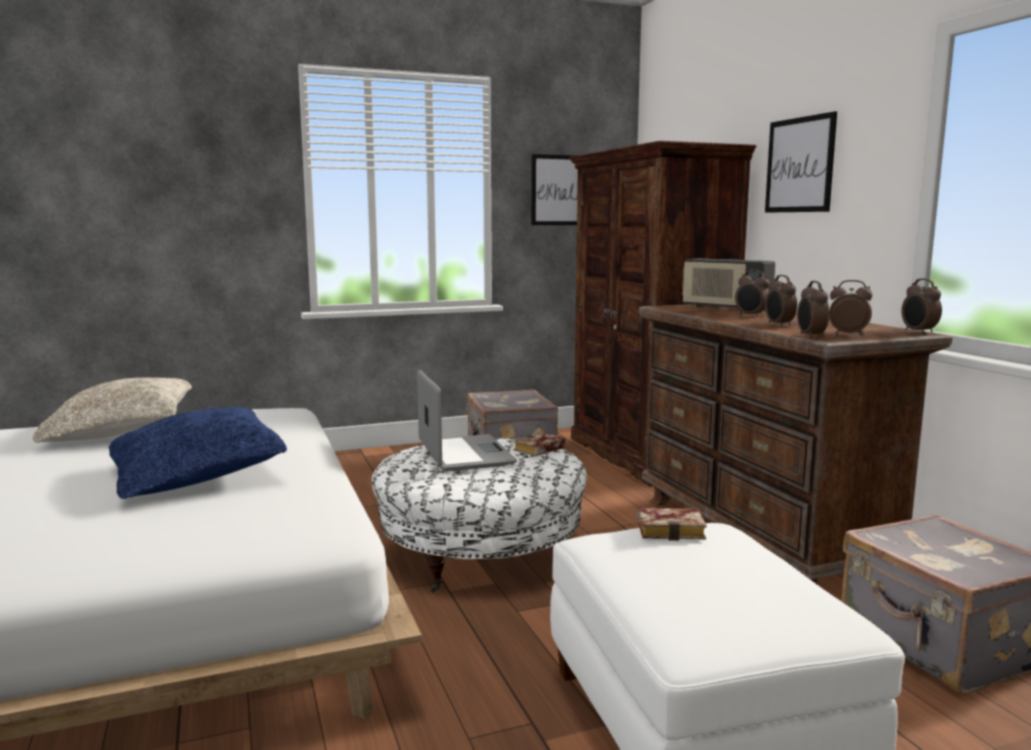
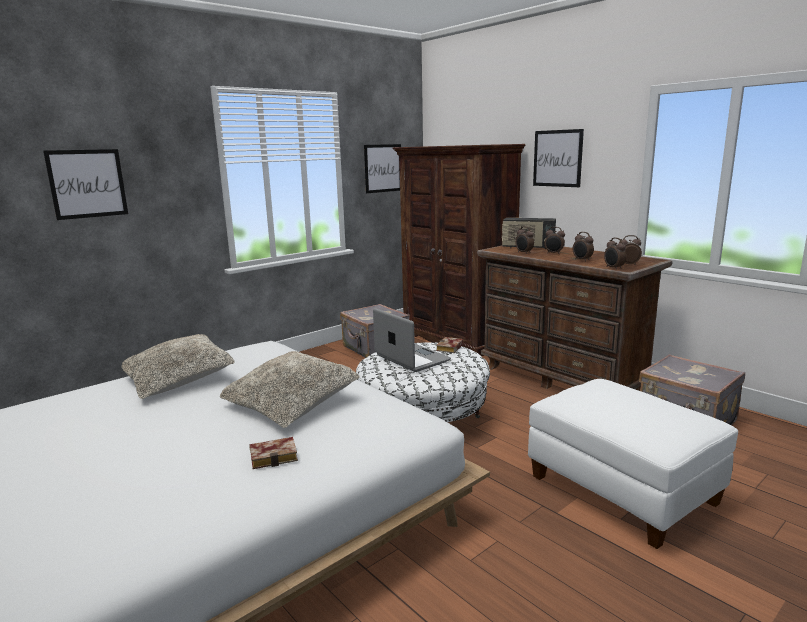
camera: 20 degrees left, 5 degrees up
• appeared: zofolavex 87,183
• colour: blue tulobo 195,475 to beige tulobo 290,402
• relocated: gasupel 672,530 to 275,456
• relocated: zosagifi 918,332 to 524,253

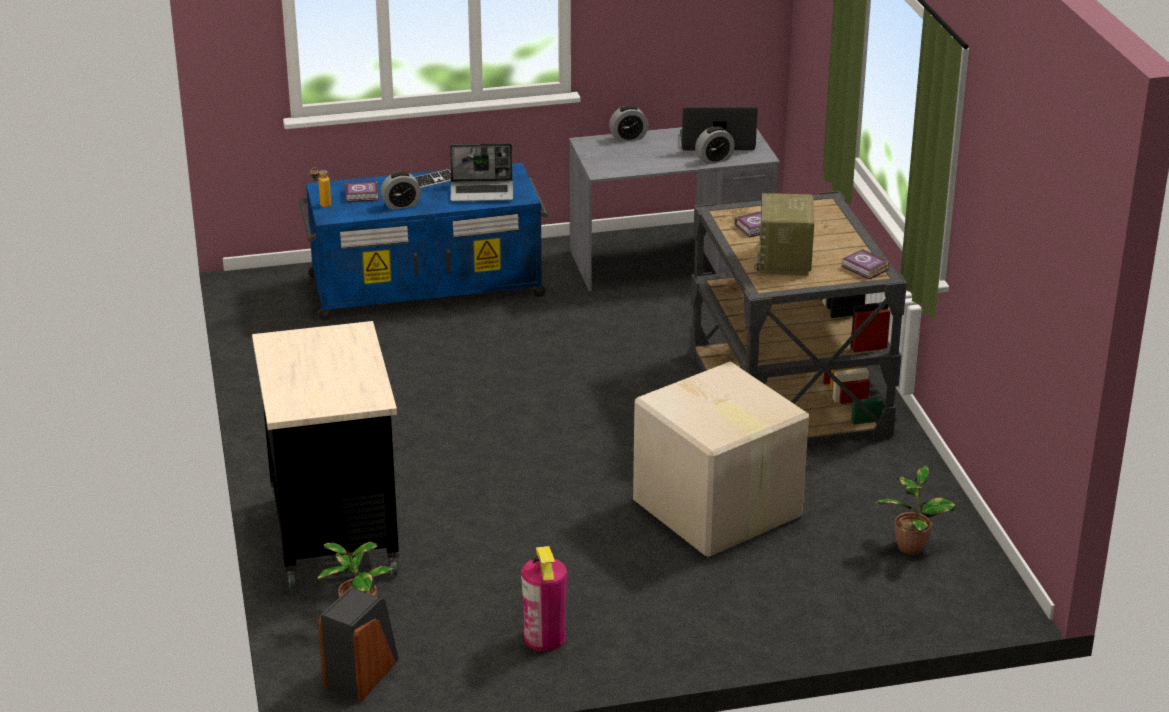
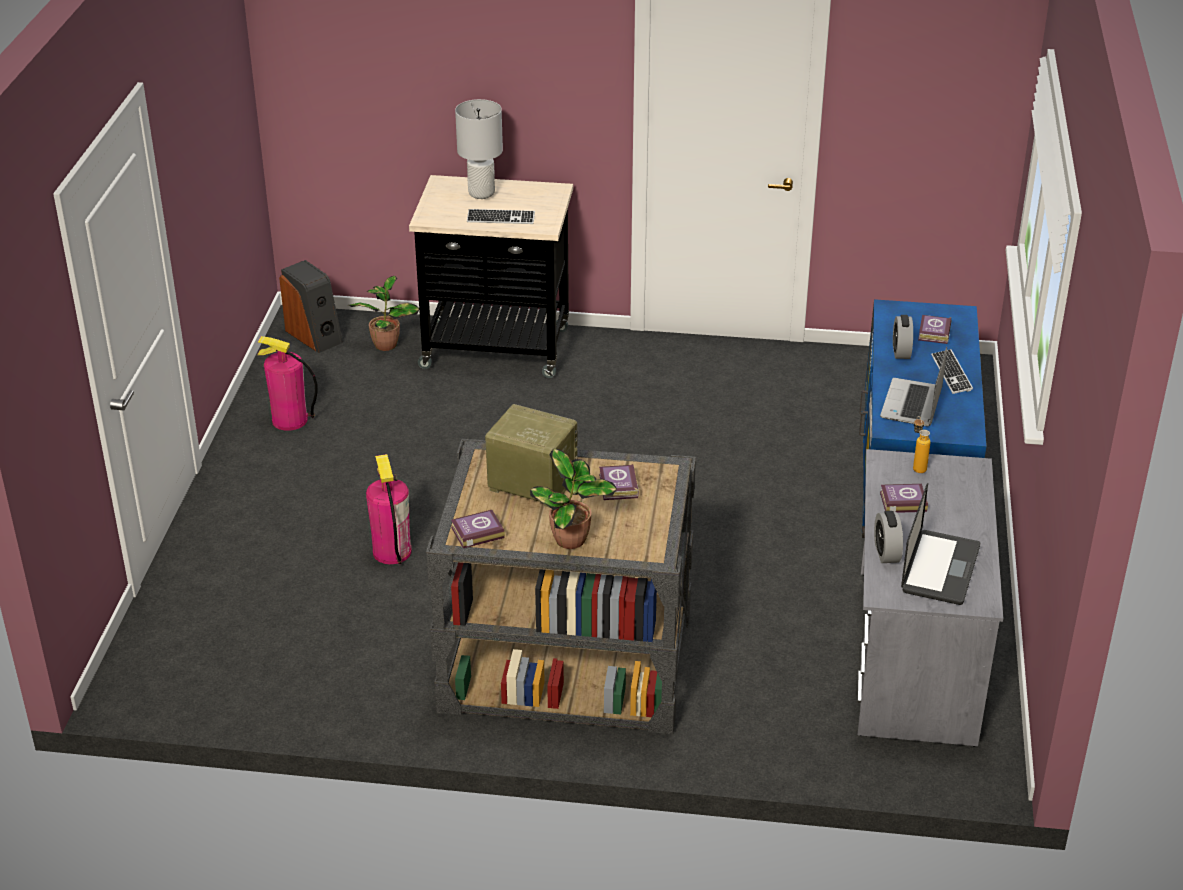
camera: 110 degrees right, 5 degrees up
• exchanged: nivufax 716,510 to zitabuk 392,552
• appeared: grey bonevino 482,195
• appeared: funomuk 500,218
• relocated: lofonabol 911,545 to 572,540
• appeared: gasupel 901,501
• relocated: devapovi 321,206 to 917,466
• missing: zosagifi 628,138

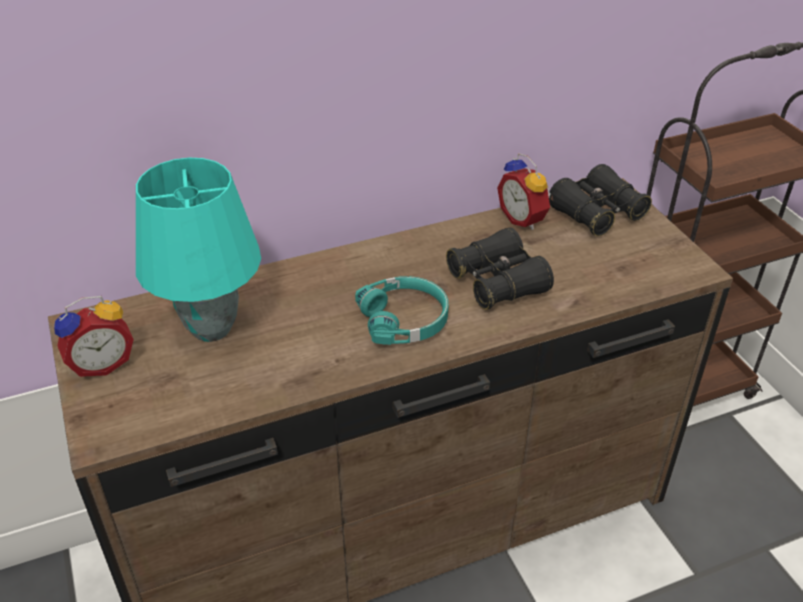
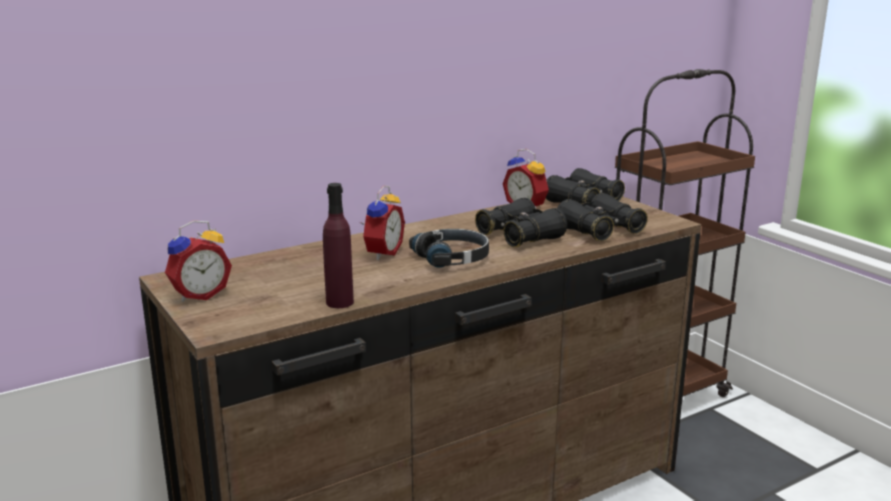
camera: 10 degrees left, 20 degrees down
• appeared: purple devapovi 339,302
• appeared: zosagifi 381,253
• colour: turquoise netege 405,319 to black netege 452,257
• appeared: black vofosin 600,231
• missing: turquoise bonevino 210,329

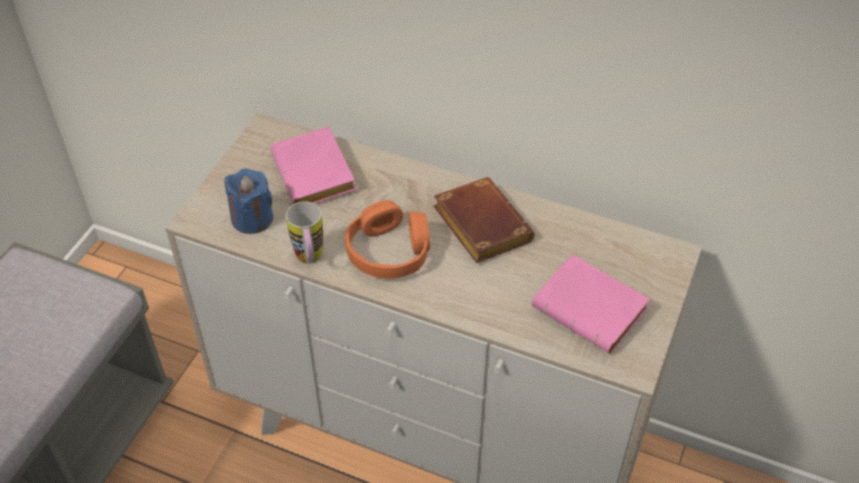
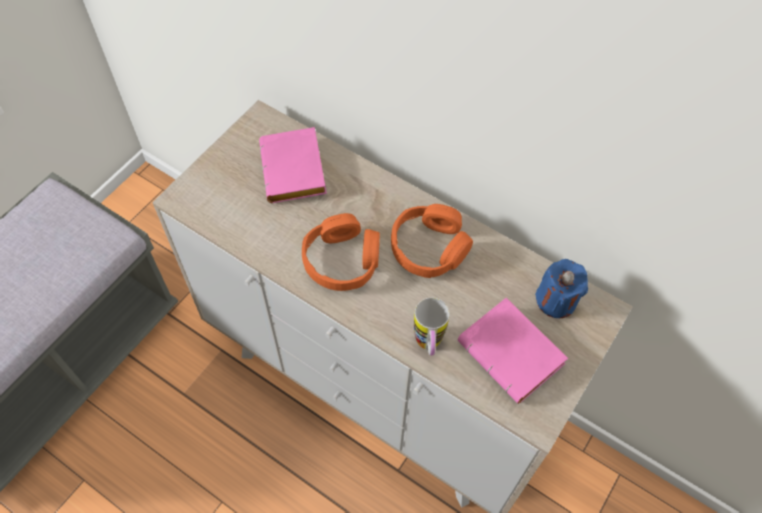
camera: 10 degrees right, 10 degrees up
• exchanged: brown gasupel 478,225 to orange netege 429,248
• relocated: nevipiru 310,261 to 428,346
• relocated: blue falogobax 252,218 to 556,300

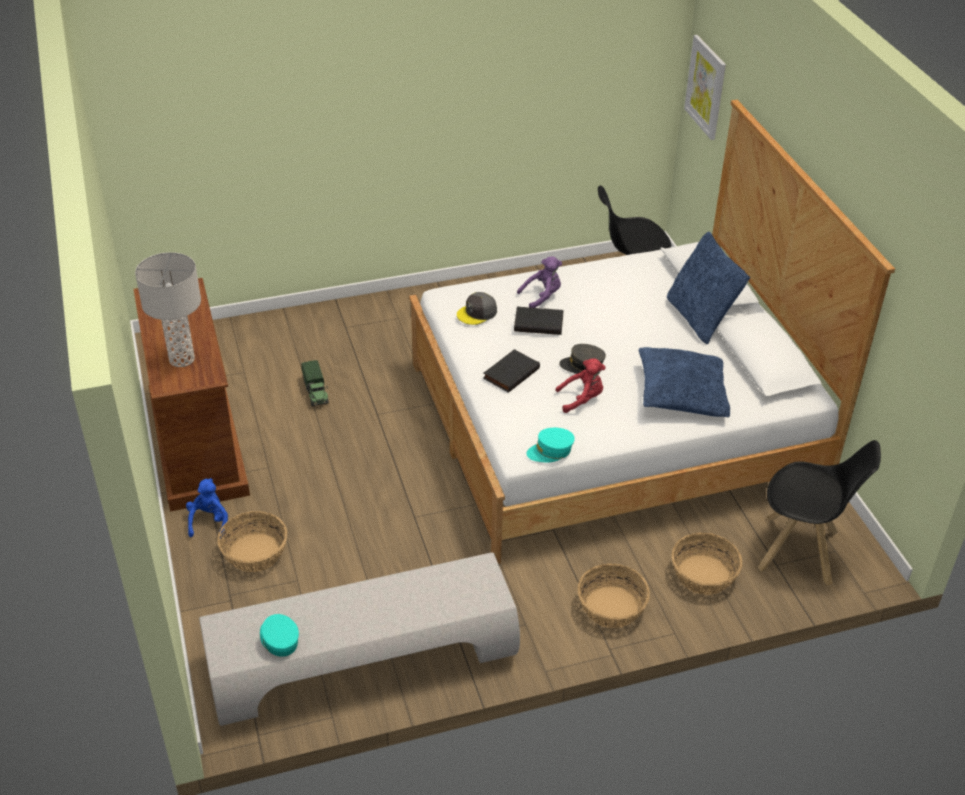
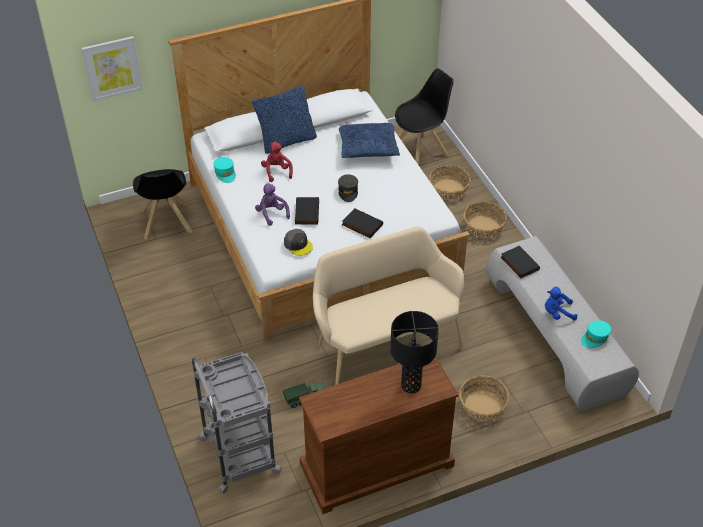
camera: 95 degrees left, 5 degrees up
• appeared: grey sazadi 240,455
• relocated: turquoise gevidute 550,451 to 225,173
• relocated: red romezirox 582,399 to 277,171
• appeared: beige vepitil 385,343
• colour: white bonevino 181,359 to black bonevino 411,385
• spun: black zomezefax 801,551 = 420,151 45 degrees clockwise
• appeared: black gasupel 518,263
• relocated: blue romezirox 209,522 to 557,313

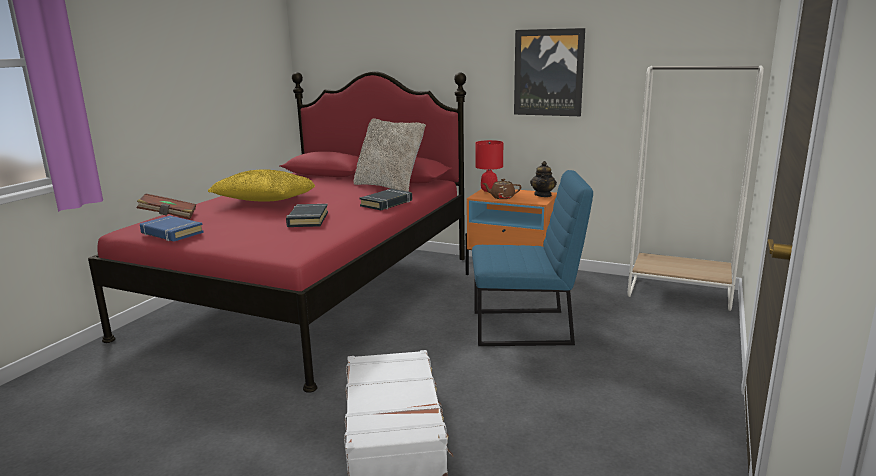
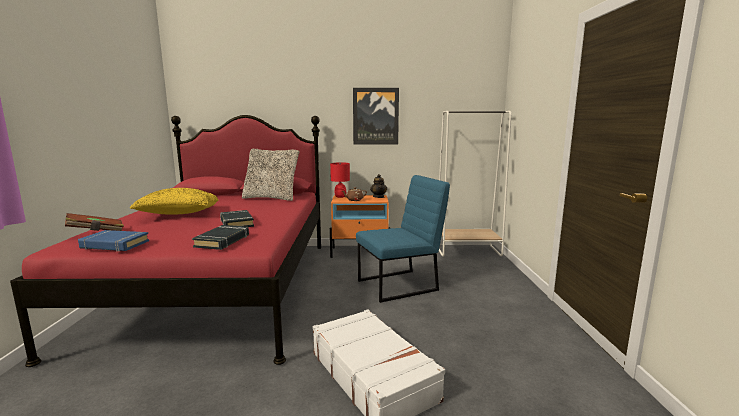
camera: 25 degrees left, 5 degrees down
• relocated: black gasupel 387,203 to 223,241

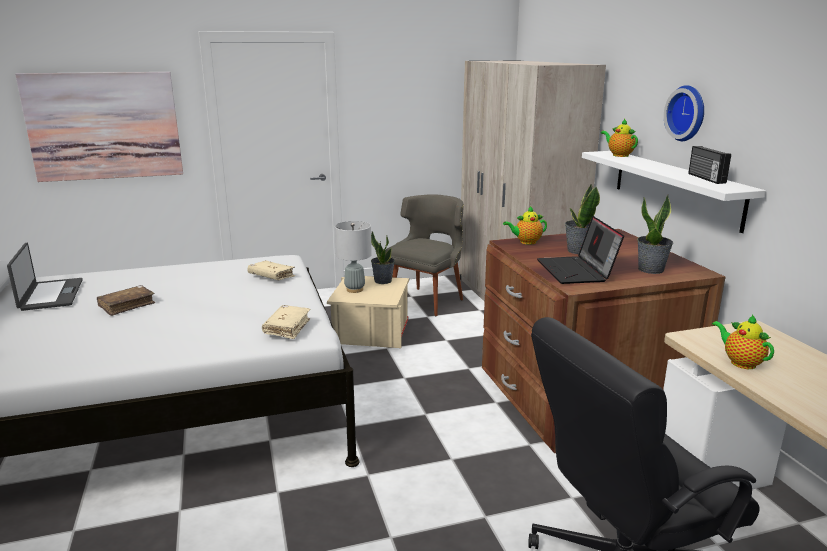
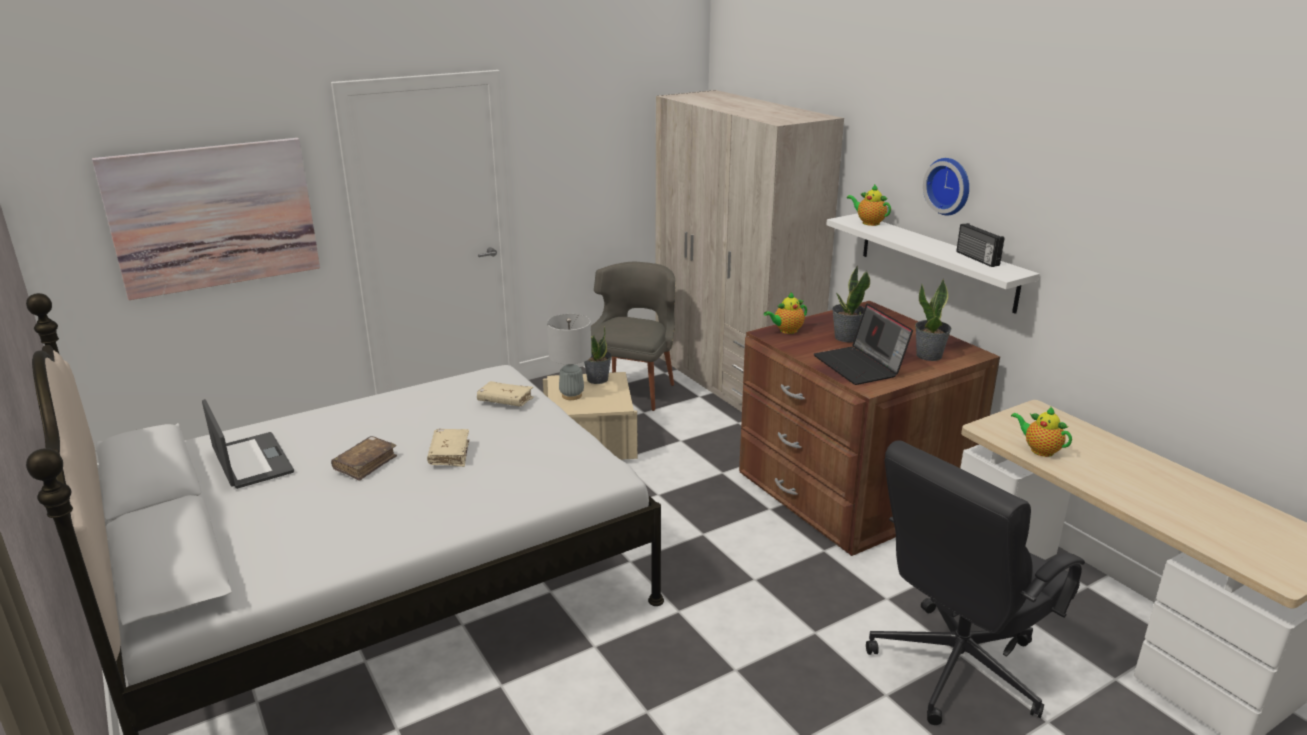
camera: 15 degrees left, 5 degrees up
• relocated: beige gasupel 287,328 to 449,454

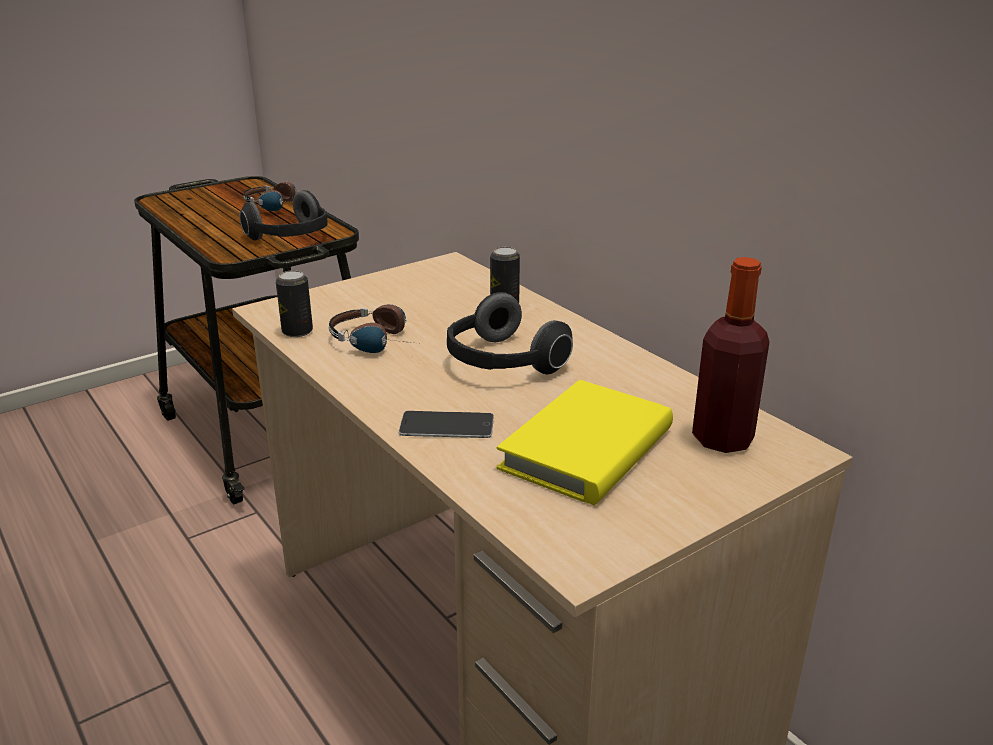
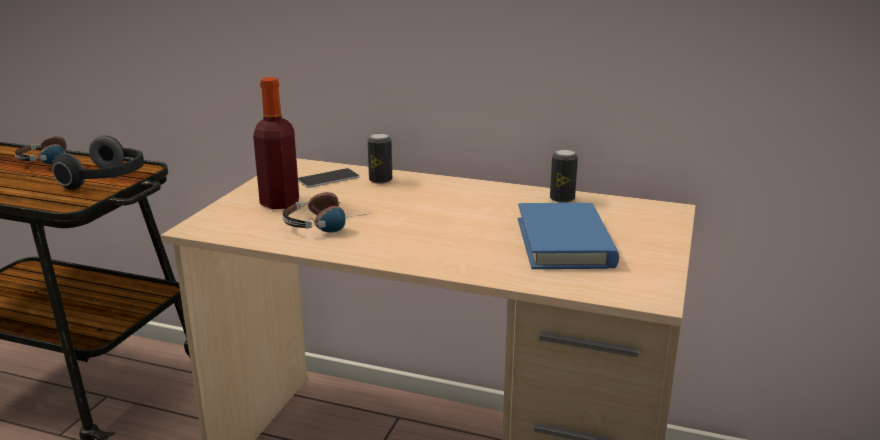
camera: 35 degrees left, 5 degrees down
• relocated: devapovi 722,439 to 280,203
• relocated: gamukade 446,425 to 328,178
• colour: yellow gasupel 587,449 to blue gasupel 564,242
• relocated: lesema 297,331 to 562,199
• missing: netege 501,363

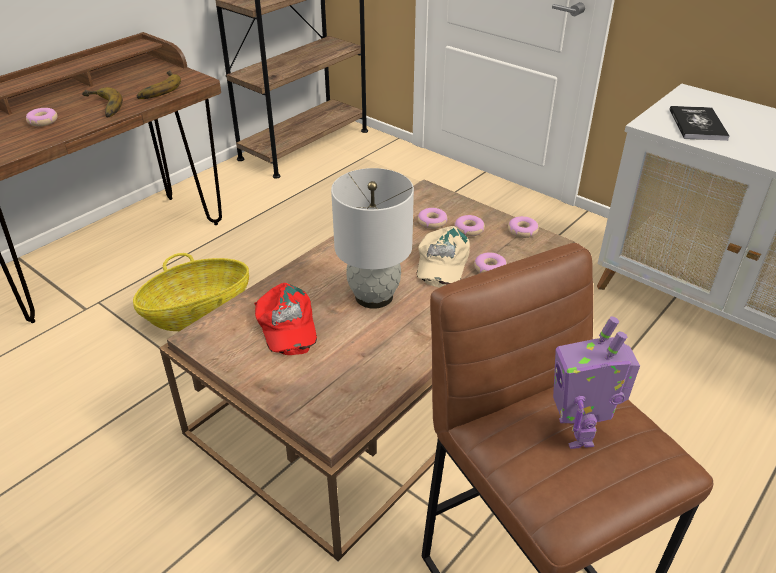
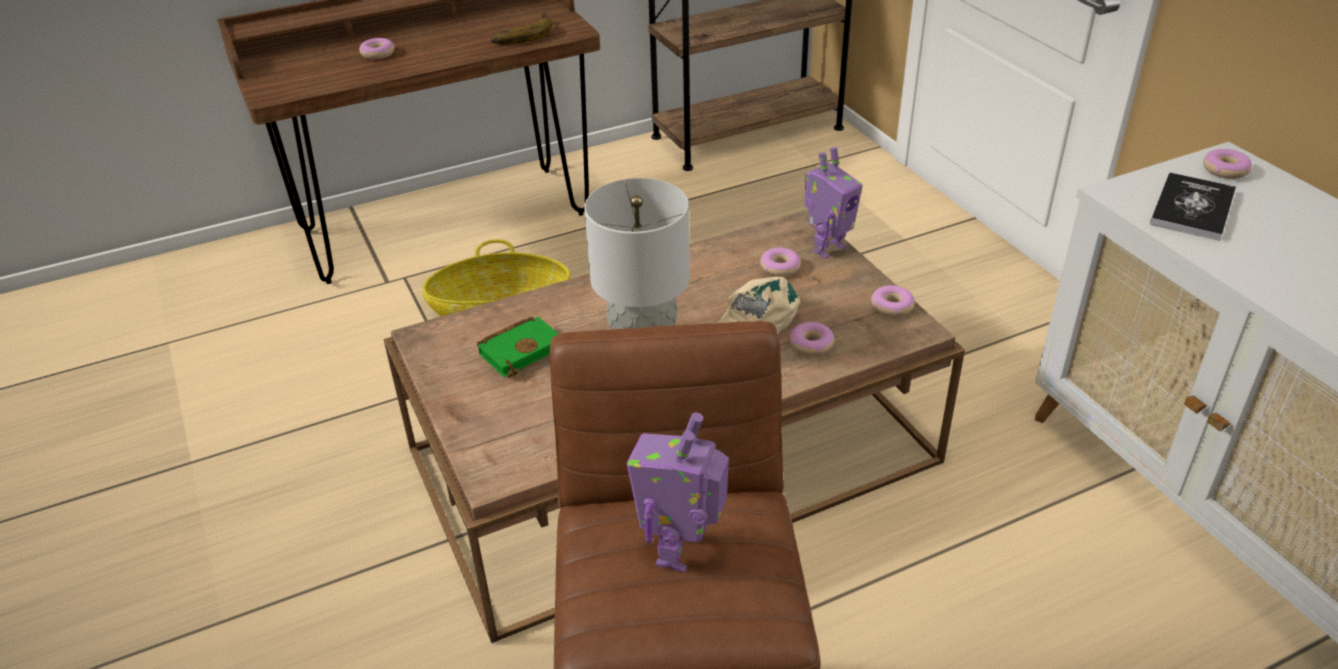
camera: 25 degrees right, 0 degrees up
• exchanged: red gevidute 286,325 to green gasupel 522,349
• appeared: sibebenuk 827,248
• relocated: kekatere 469,230 to 1225,170
• missing: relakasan 100,107

